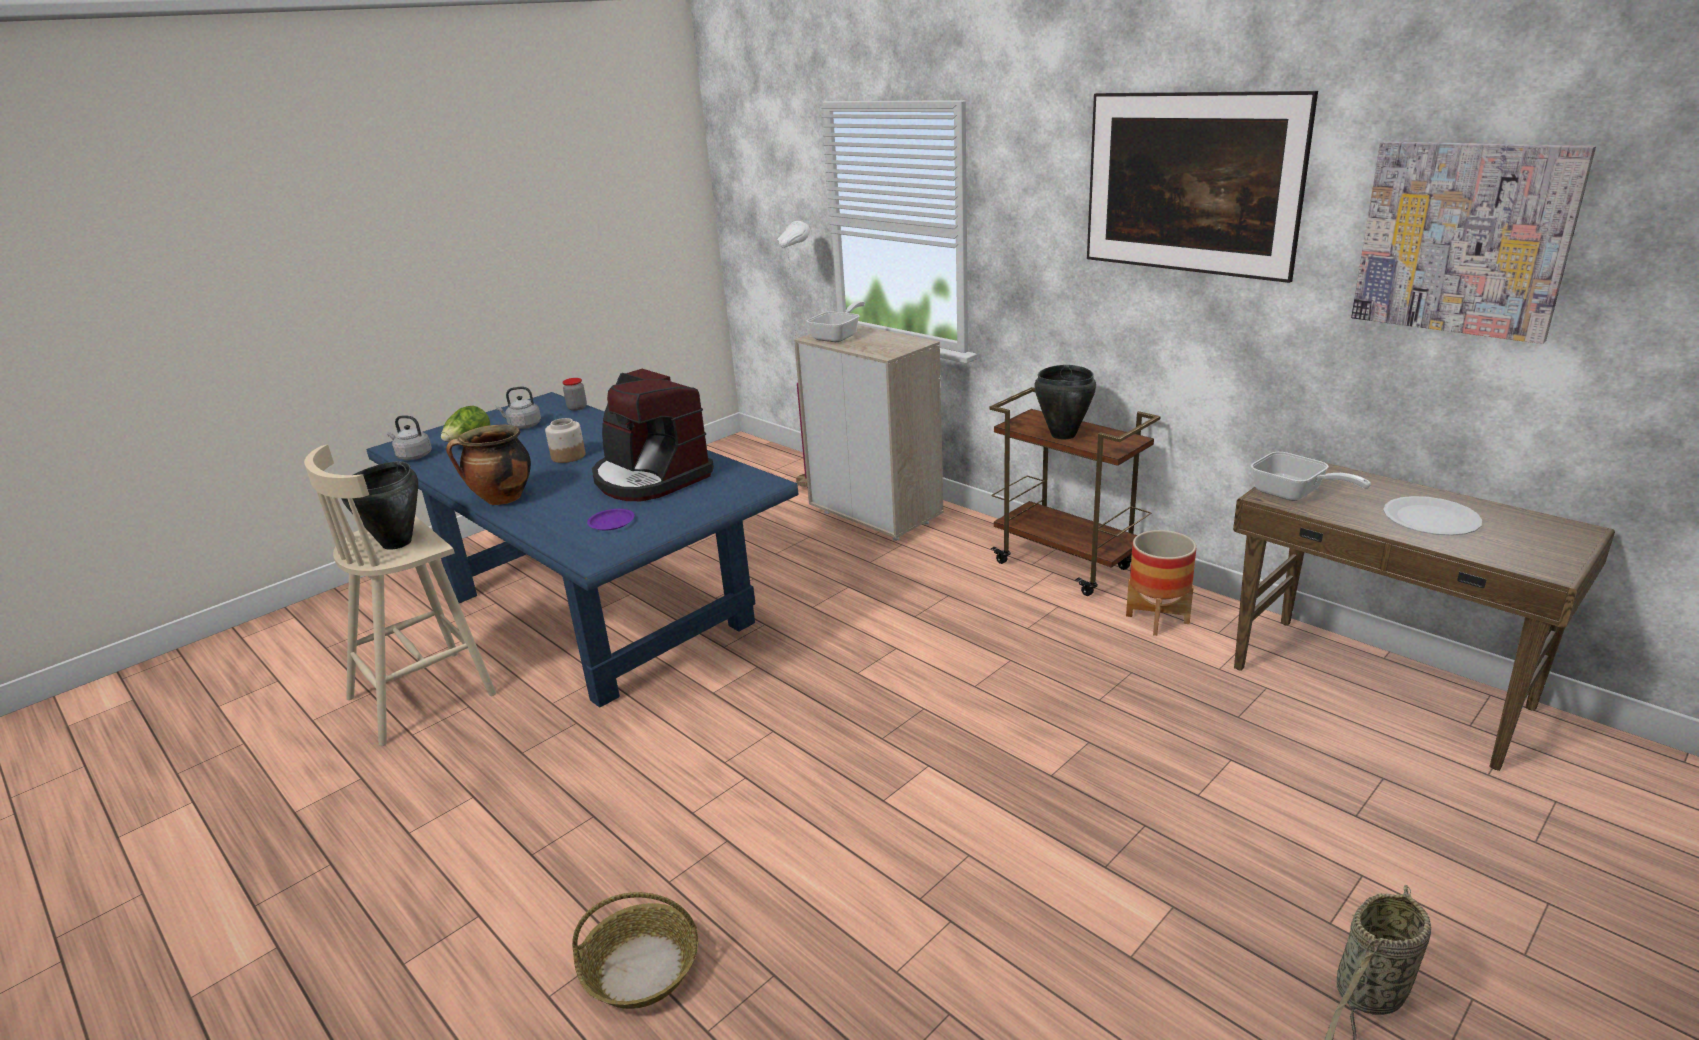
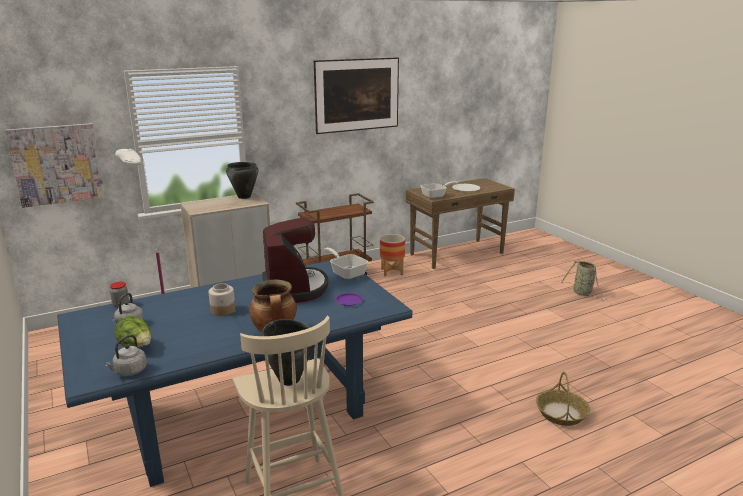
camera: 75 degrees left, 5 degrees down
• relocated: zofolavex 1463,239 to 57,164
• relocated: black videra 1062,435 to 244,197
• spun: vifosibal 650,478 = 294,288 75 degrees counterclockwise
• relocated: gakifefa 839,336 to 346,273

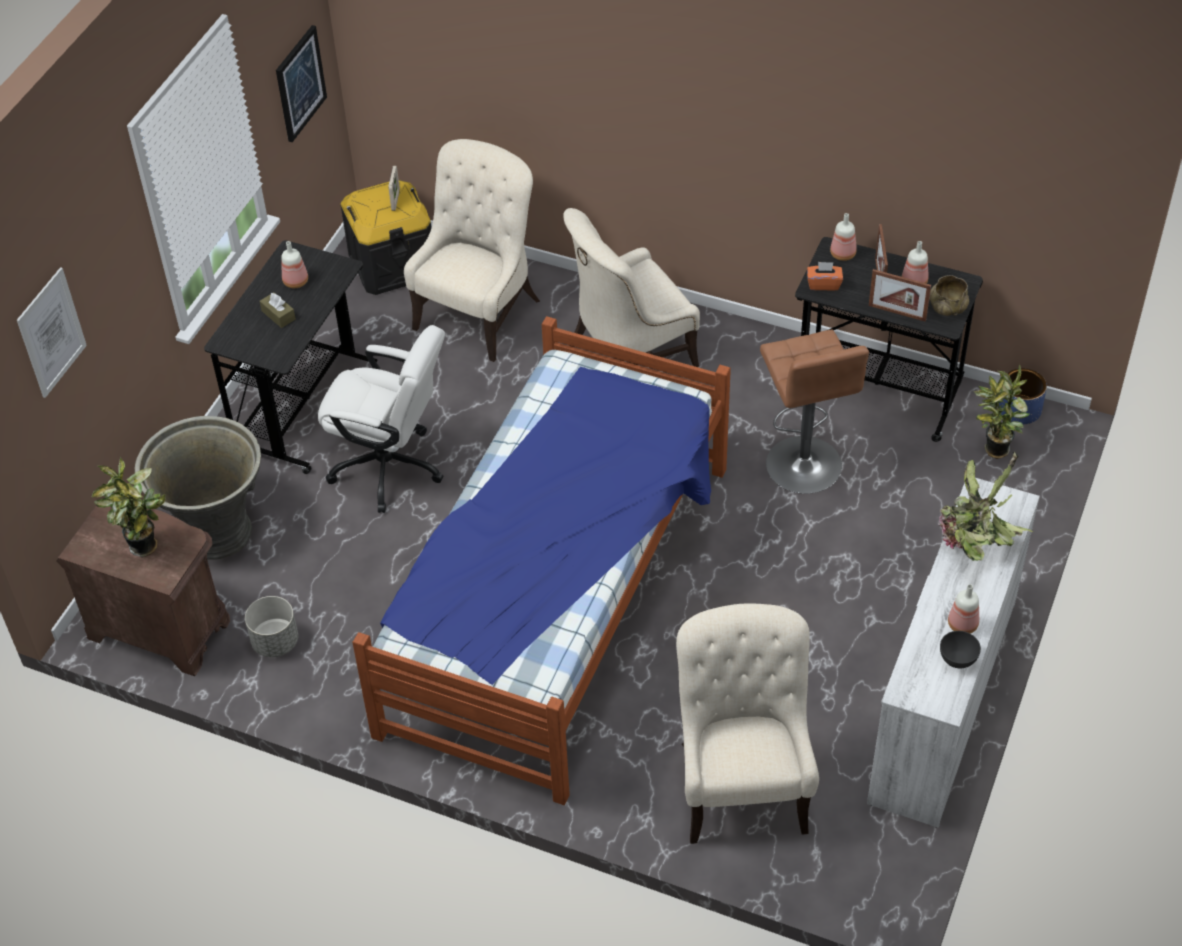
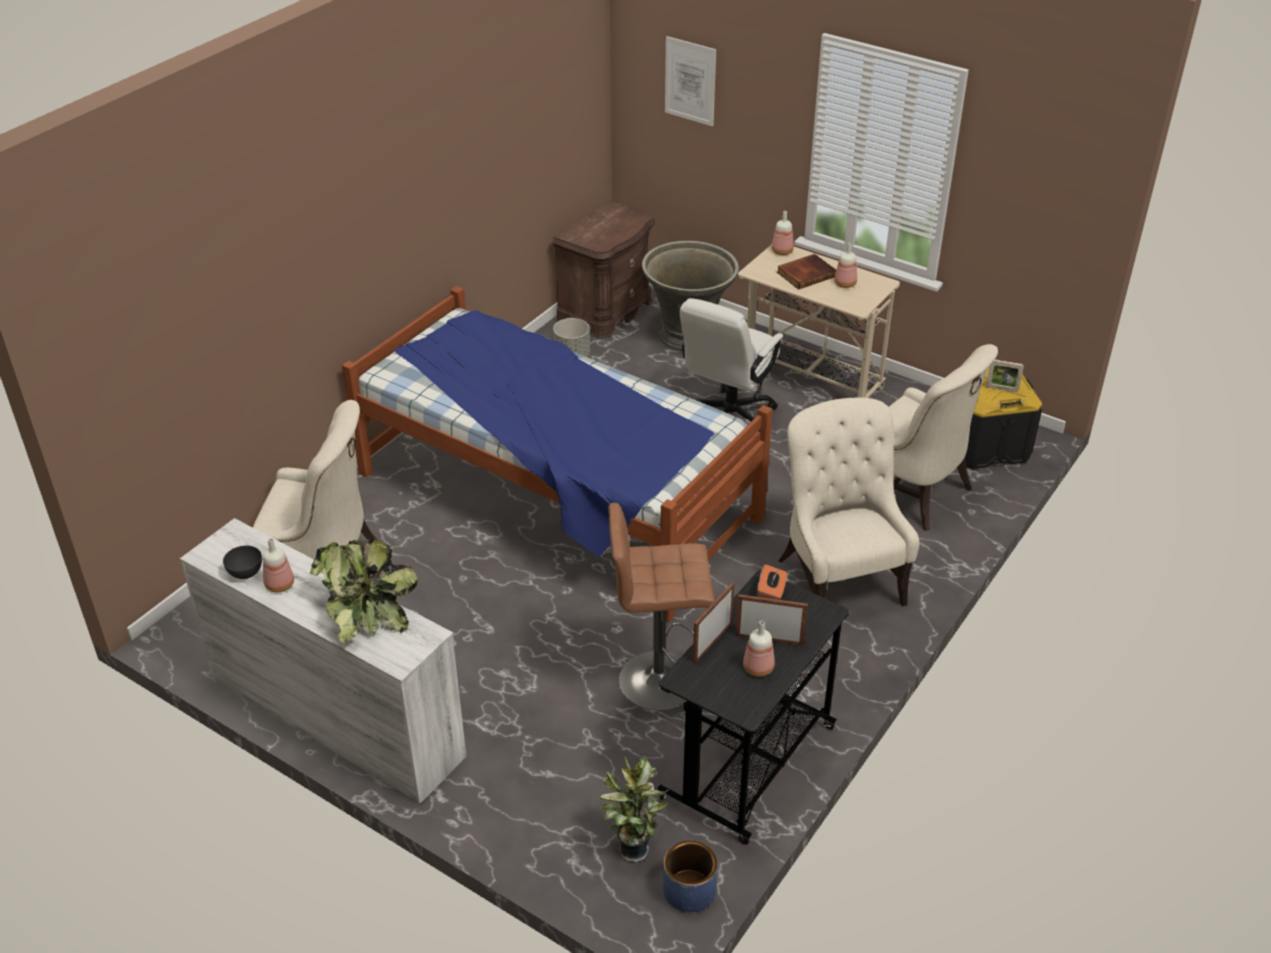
camera: 100 degrees right, 10 degrees down
• colour: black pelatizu 305,408 to beige pelatizu 809,384
• relocated: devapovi 843,253 to 782,251
• exchanged: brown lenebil 278,315 to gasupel 806,274
• missing: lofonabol 146,548
• missing: zofolavex 300,83
• missing: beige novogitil 948,307

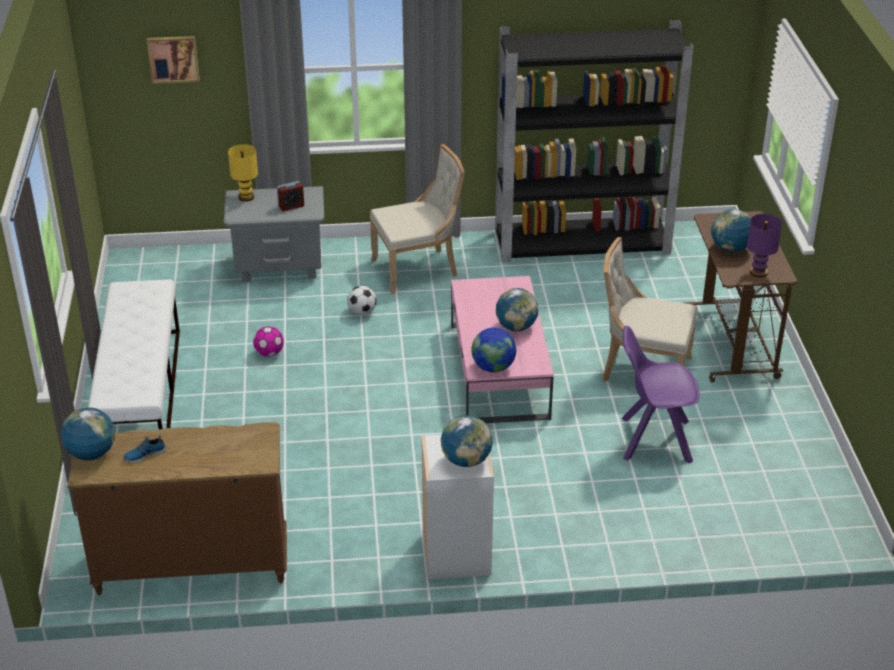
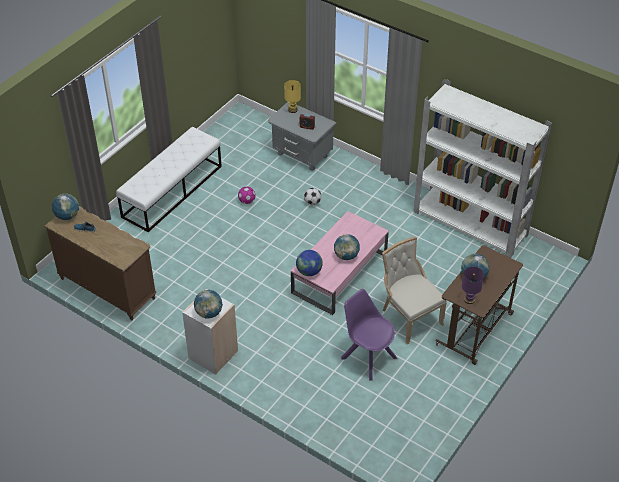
camera: 40 degrees right, 10 degrees up
• colour: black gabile 582,242 to white gabile 470,223
• missing: zofolavex 173,58
• missing: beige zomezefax 418,269

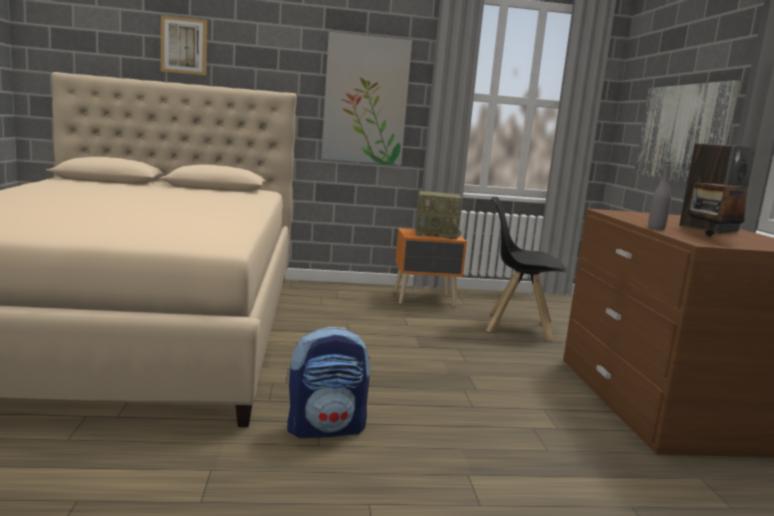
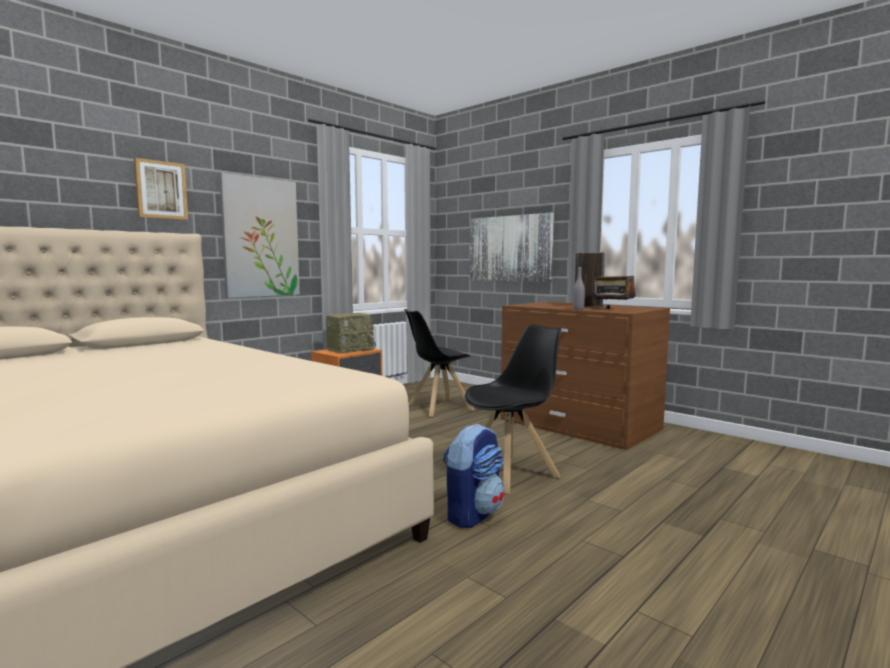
camera: 40 degrees left, 5 degrees down
• relocated: zofolavex 184,46 to 161,190
• appeared: black zomezefax 511,472

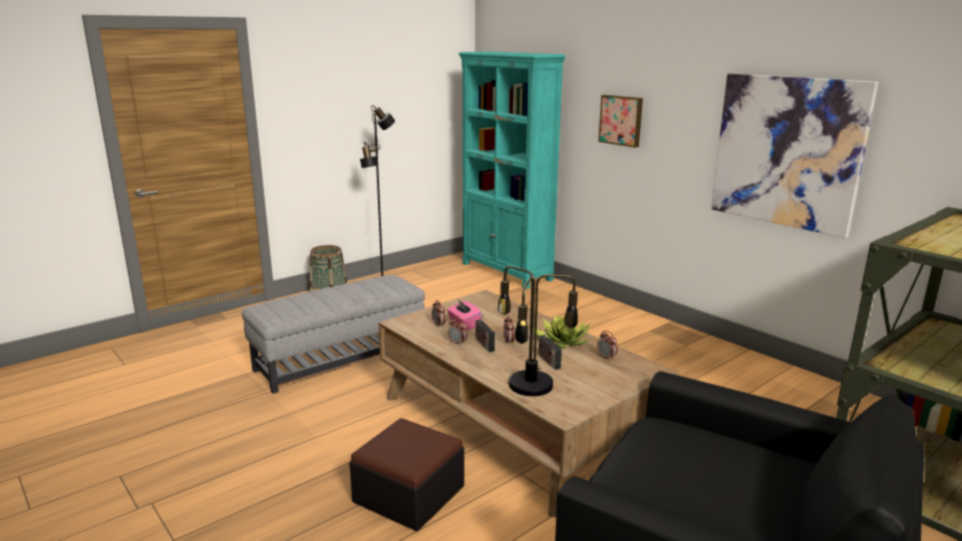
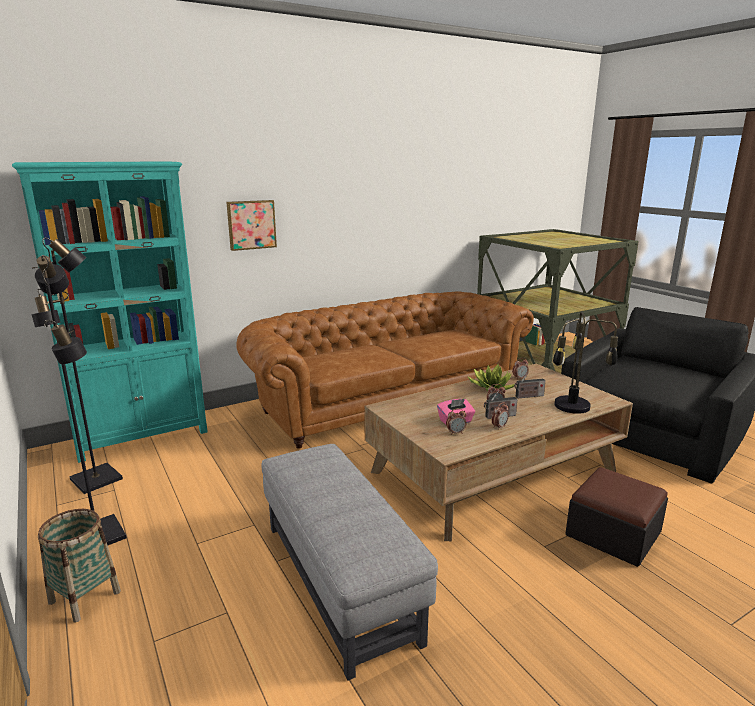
camera: 80 degrees left, 0 degrees up
• appeared: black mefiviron 96,479
• appeared: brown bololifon 384,399
• missing: zofolavex 786,152

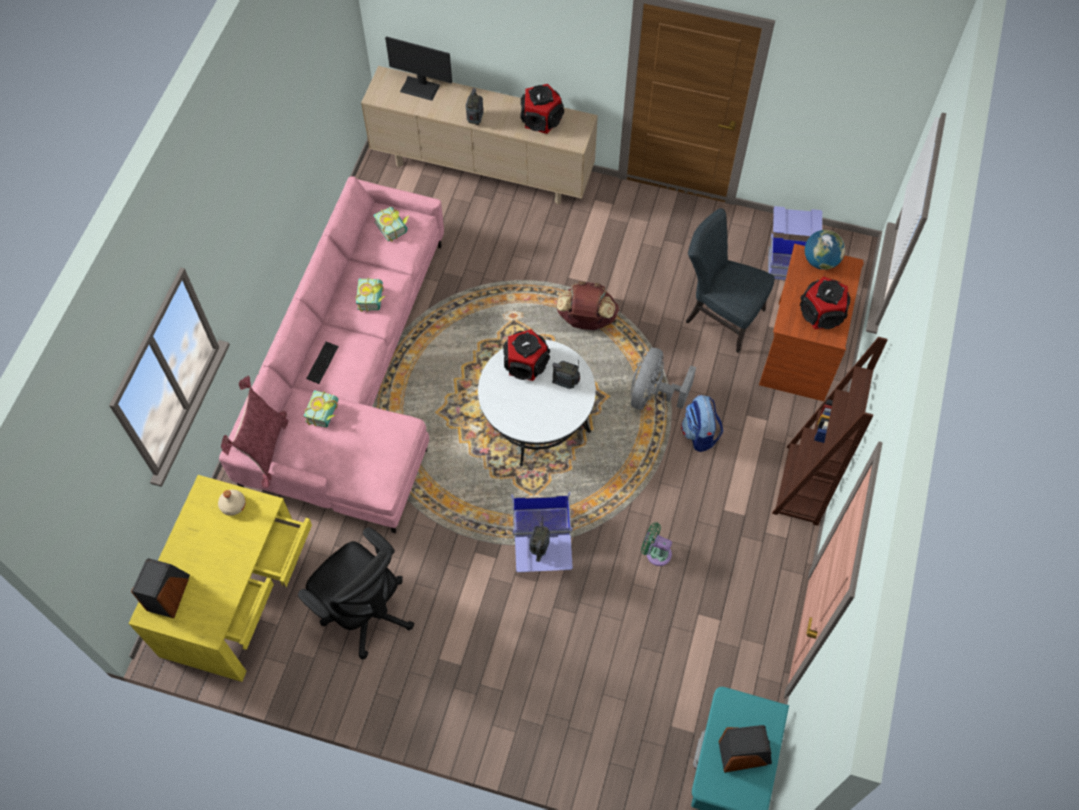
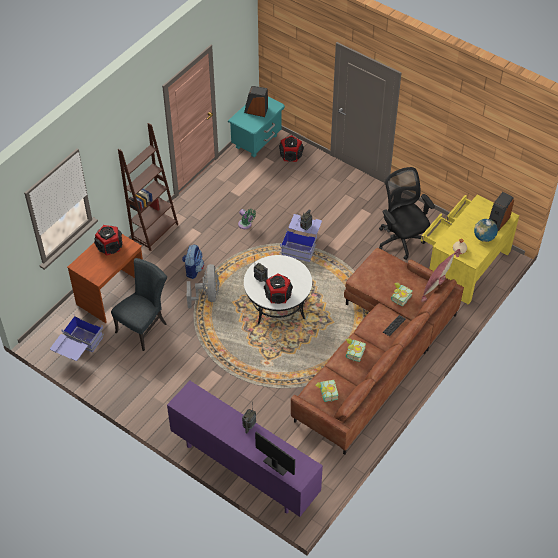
camera: 160 degrees left, 10 degrees down
• spun: grey zomezefax 720,315 = 144,326 105 degrees counterclockwise
• colour: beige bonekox 483,169 to purple bonekox 244,469
• spun: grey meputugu 653,394 = 207,296 45 degrees counterclockwise
• relocated: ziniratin 540,120 to 291,155
• colour: pink bololifon 352,377 to brown bololifon 376,356
• relocated: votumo 820,261 to 484,237
• missing: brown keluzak 586,320

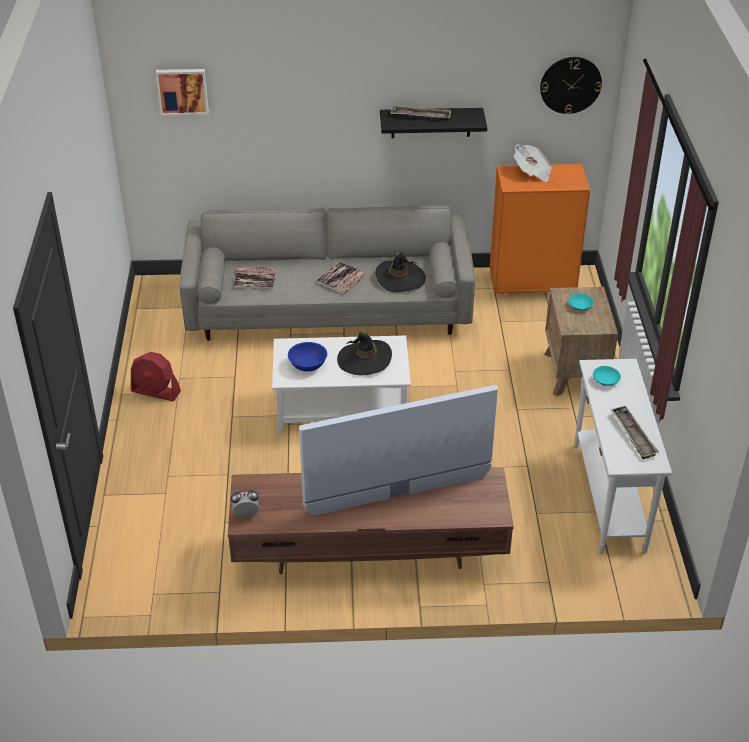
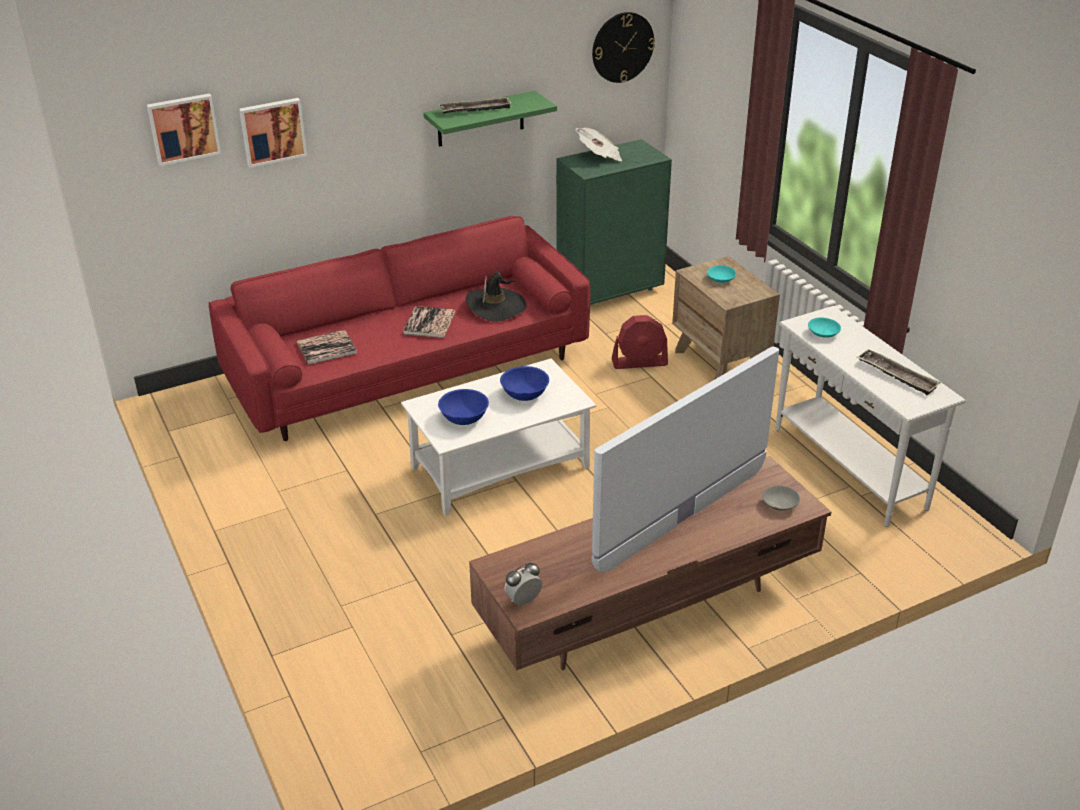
camera: 25 degrees left, 5 degrees down
• colour: grey bololifon 329,308 to red bololifon 408,369
• appeared: zofolavex 272,131
• colour: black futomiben 431,122 to green futomiben 480,119
• exchanged: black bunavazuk 364,359 to blue novogitil 525,394
• colour: orange bonekox 533,283 to green bonekox 610,290
• relocated: red meputugu 156,392 to 639,362
• appeared: grey novogitil 779,504

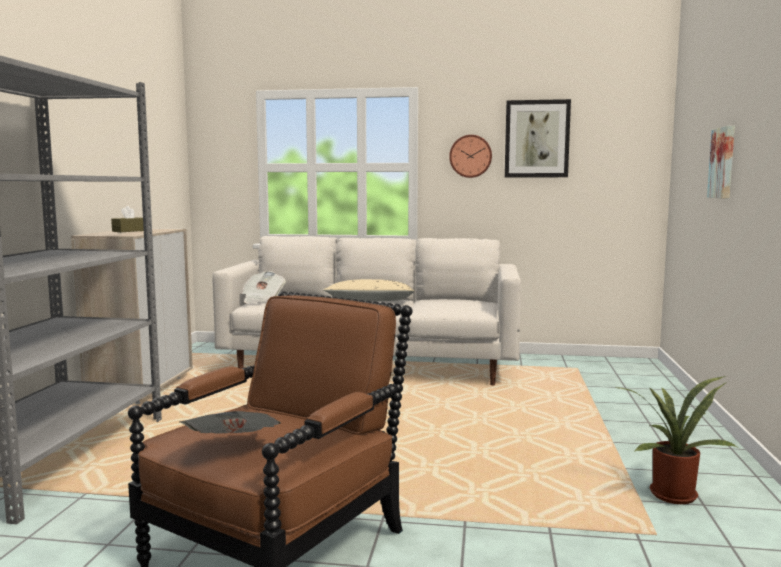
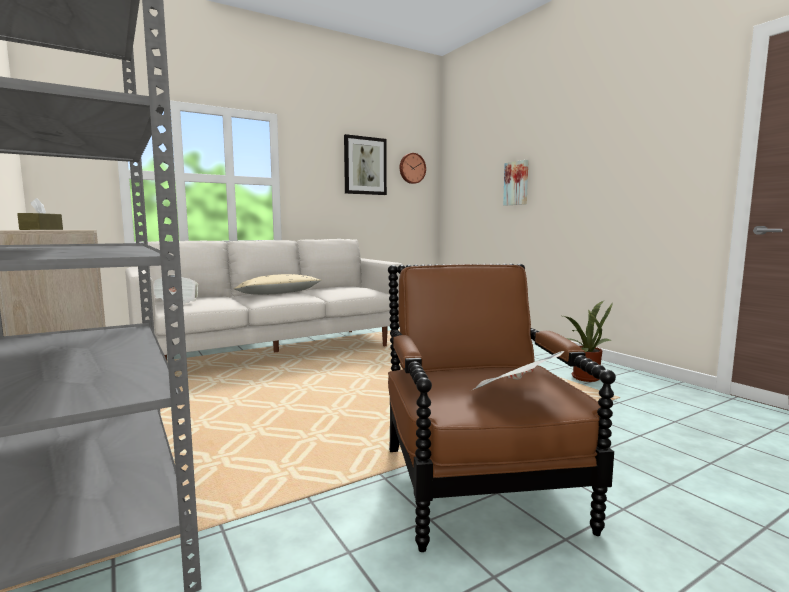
camera: 40 degrees left, 0 degrees up
• relocated: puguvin 470,156 to 411,168

